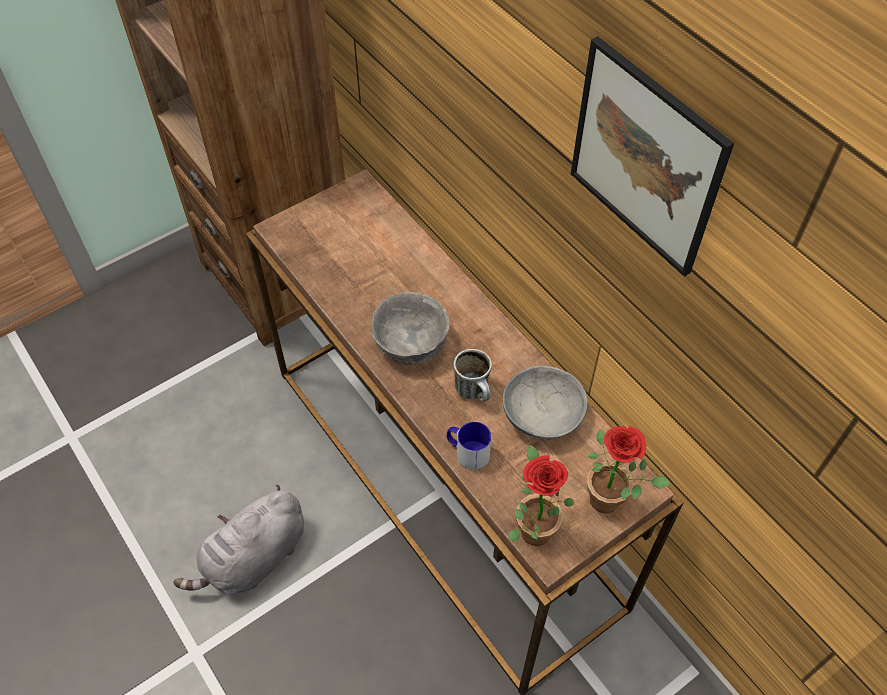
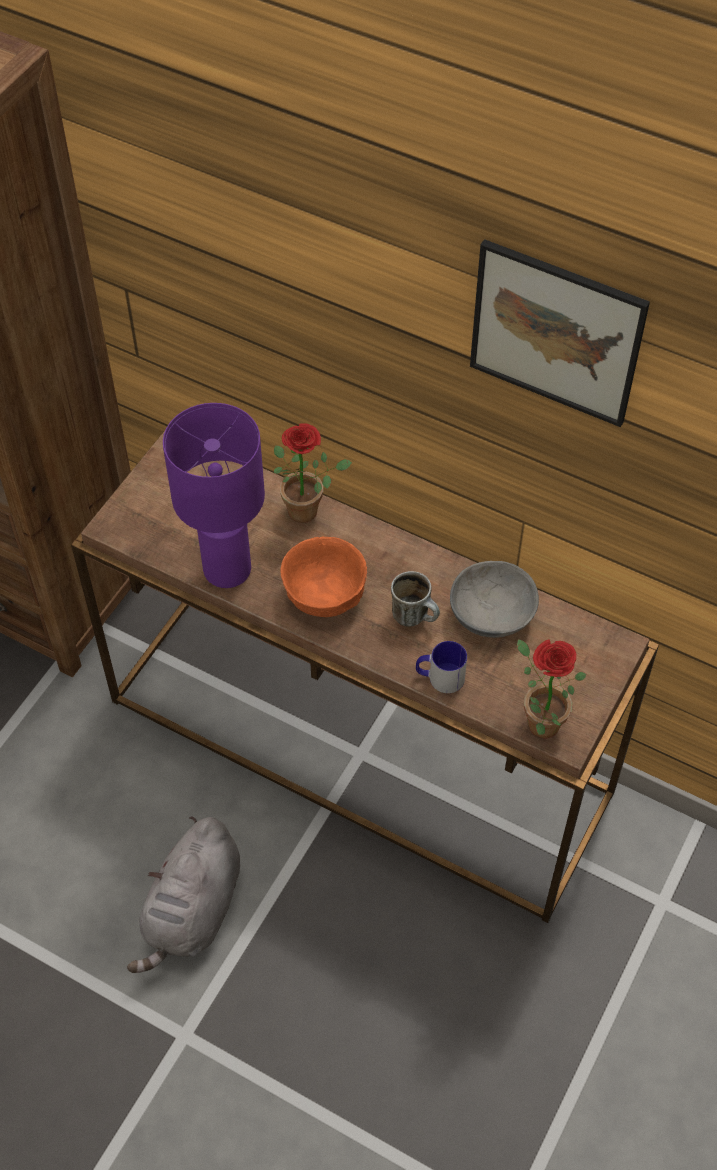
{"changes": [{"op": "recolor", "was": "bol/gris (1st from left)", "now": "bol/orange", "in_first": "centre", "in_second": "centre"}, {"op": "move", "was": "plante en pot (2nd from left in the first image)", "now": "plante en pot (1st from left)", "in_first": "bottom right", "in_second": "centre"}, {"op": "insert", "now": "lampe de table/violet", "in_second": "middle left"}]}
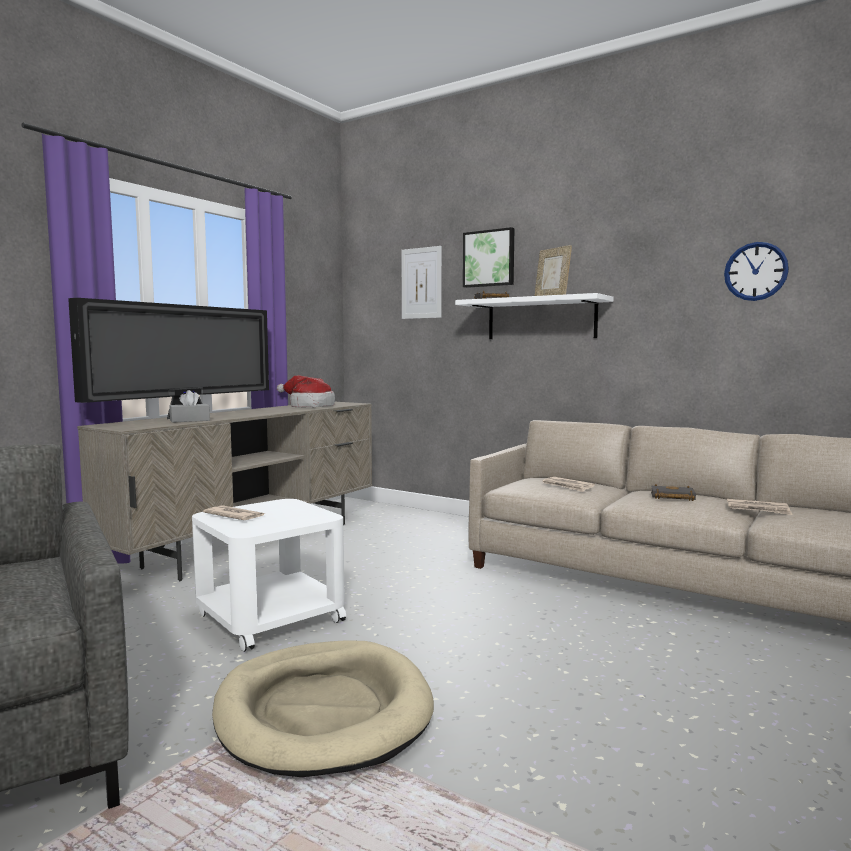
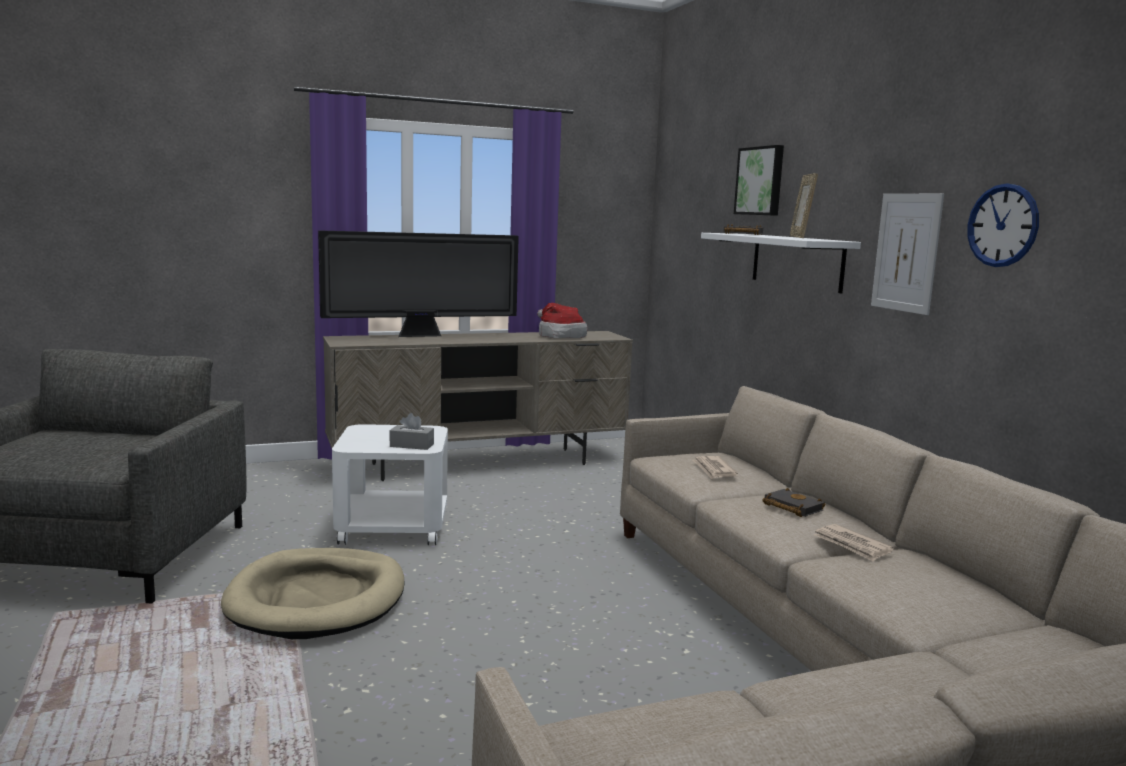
{"changes": [{"op": "move", "was": "boîte à mouchoirs/gris", "in_first": "middle left", "in_second": "centre"}, {"op": "delete", "was": "journal (1st from left)", "in_first": "middle left"}, {"op": "move", "was": "tableau (1st from left in the first image)", "now": "tableau (2nd from left)", "in_first": "top centre", "in_second": "top right"}]}
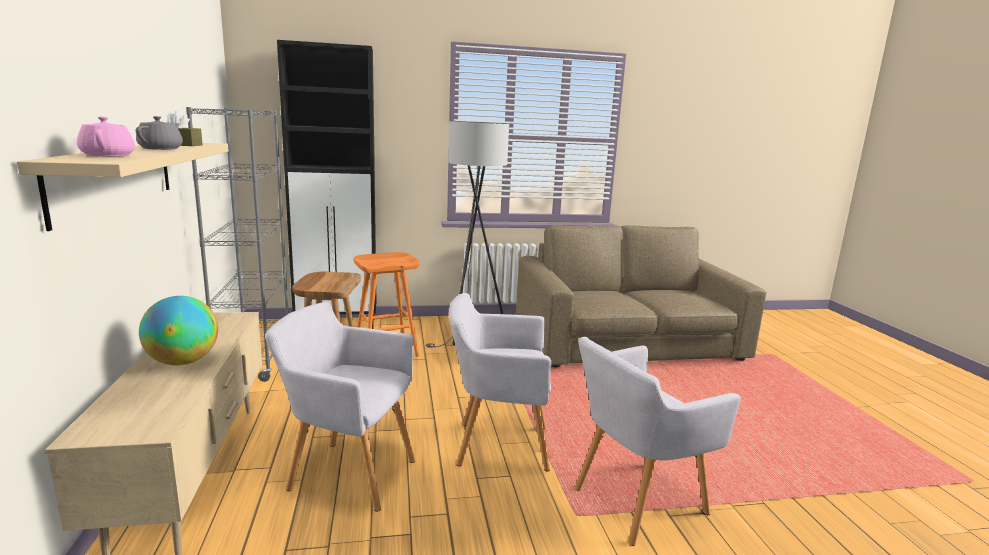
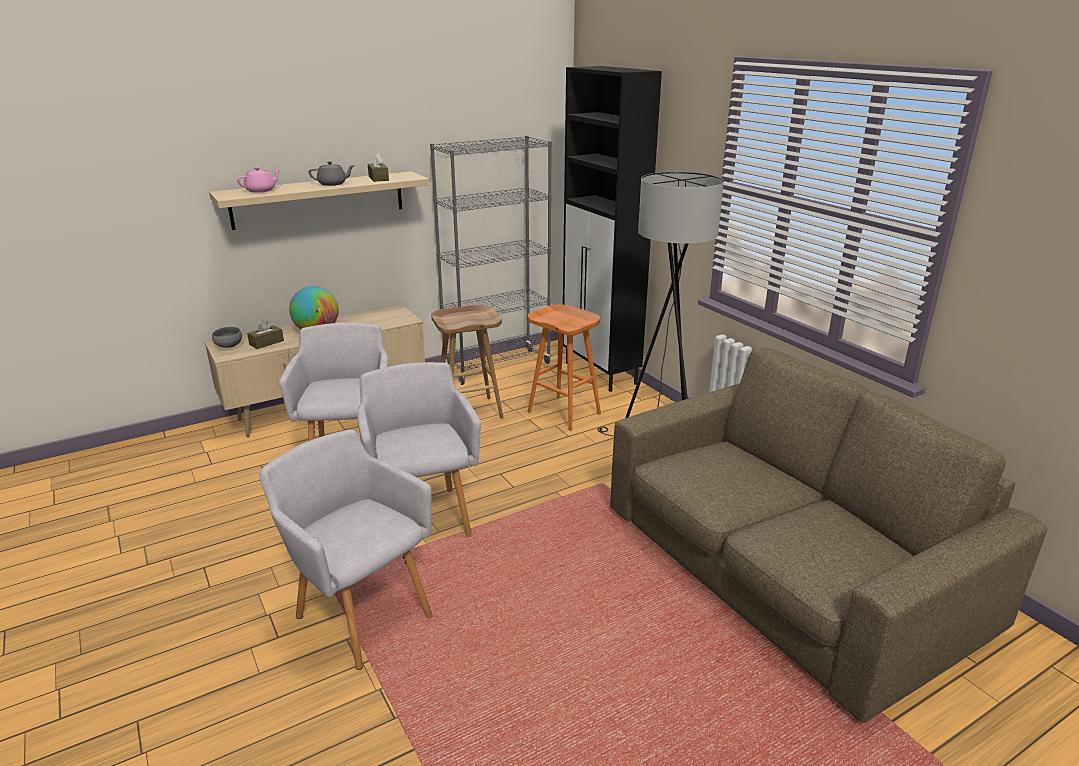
{"changes": [{"op": "insert", "now": "bol/gris", "in_second": "middle left"}, {"op": "insert", "now": "boîte à mouchoirs/marron (1st from left)", "in_second": "middle left"}]}
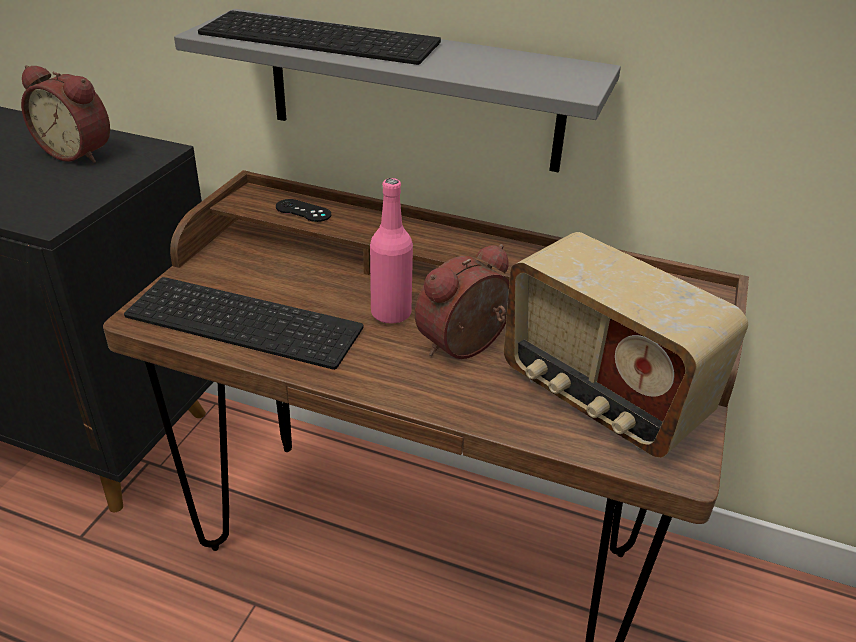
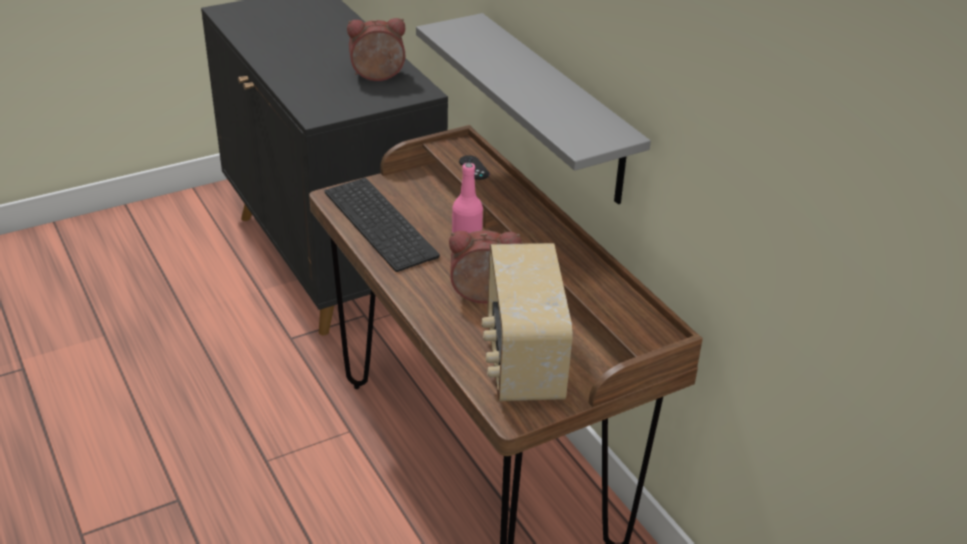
{"changes": [{"op": "rotate", "was": "réveil (1st from left)", "in_first": "top left", "in_second": "top centre", "clockwise": 105}, {"op": "delete", "was": "clavier (2nd from left)", "in_first": "top centre"}]}
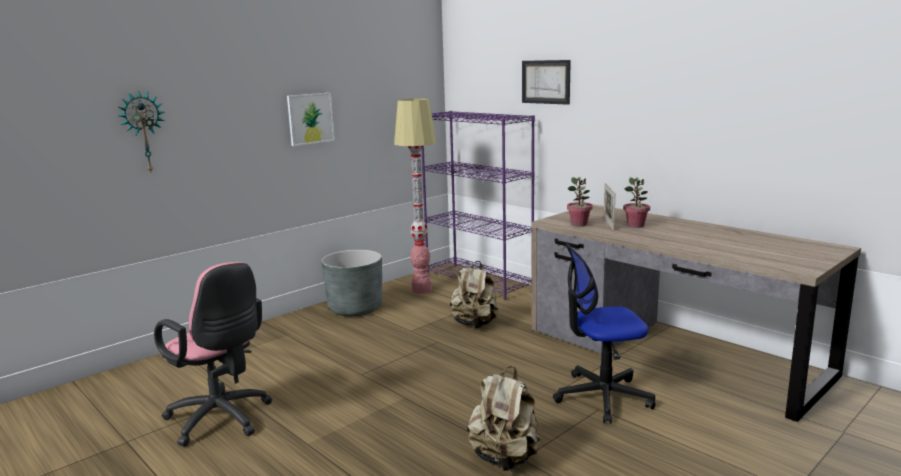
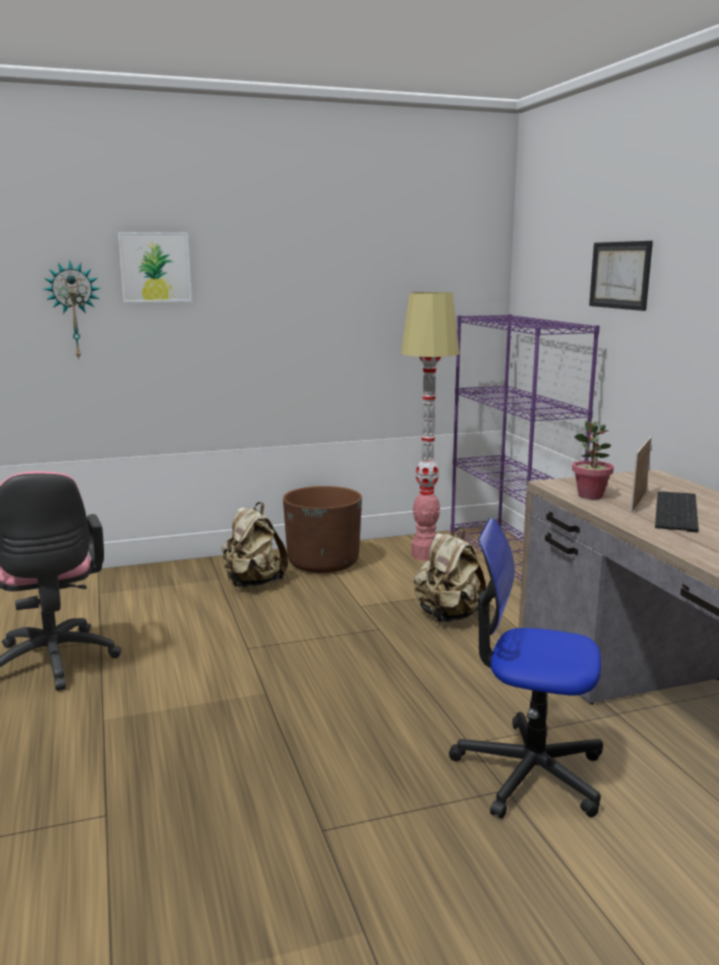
{"changes": [{"op": "move", "was": "tableau (1st from left)", "in_first": "top centre", "in_second": "top left"}, {"op": "recolor", "was": "cache-pot/gris", "now": "cache-pot/marron", "in_first": "centre", "in_second": "centre"}, {"op": "move", "was": "sac à dos/beige (2nd from left in the first image)", "now": "sac à dos/beige (1st from left)", "in_first": "bottom centre", "in_second": "centre"}, {"op": "replace", "was": "plante en pot (2nd from left)", "now": "clavier", "in_first": "middle right", "in_second": "middle right"}]}
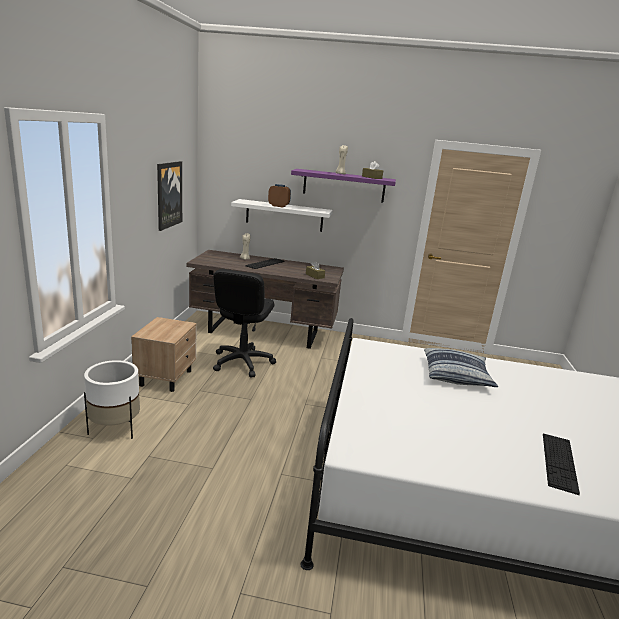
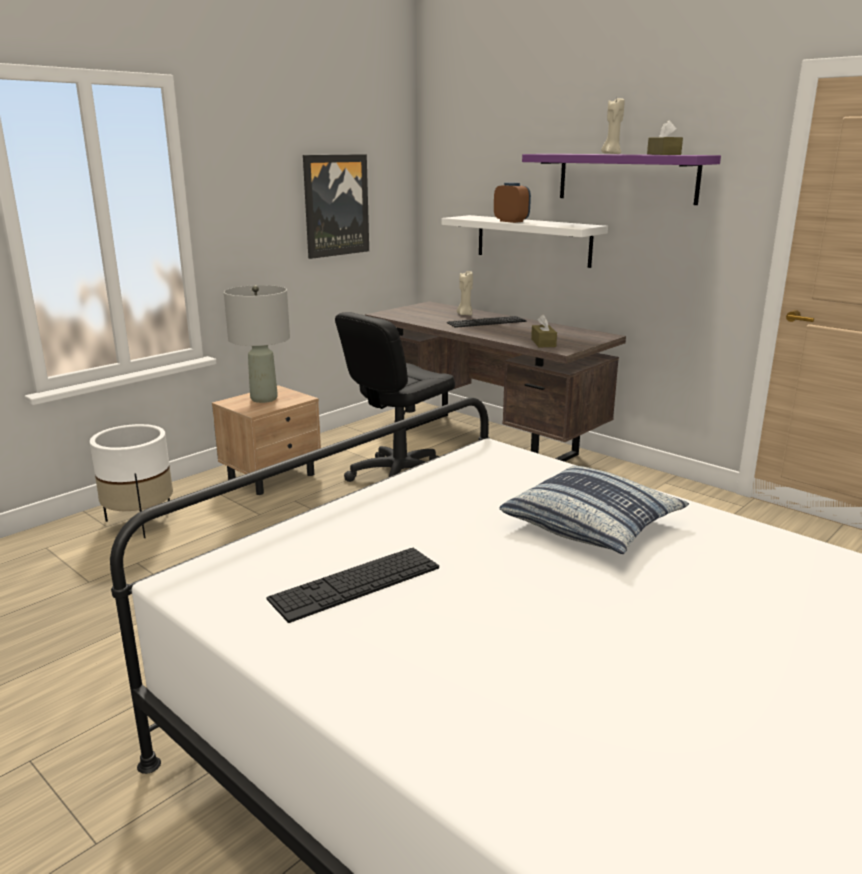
{"changes": [{"op": "move", "was": "clavier (2nd from left in the first image)", "now": "clavier (1st from left)", "in_first": "bottom right", "in_second": "bottom centre"}, {"op": "insert", "now": "lampe de table/gris", "in_second": "middle left"}]}
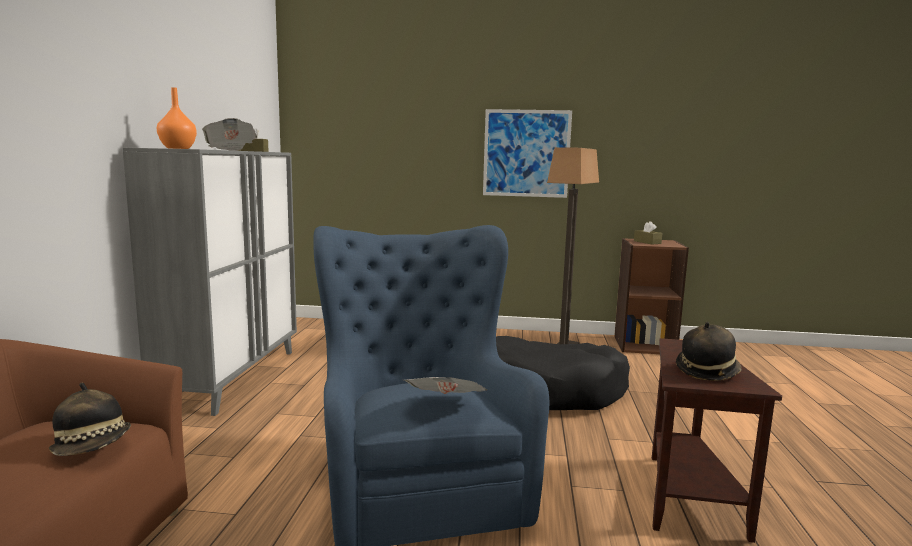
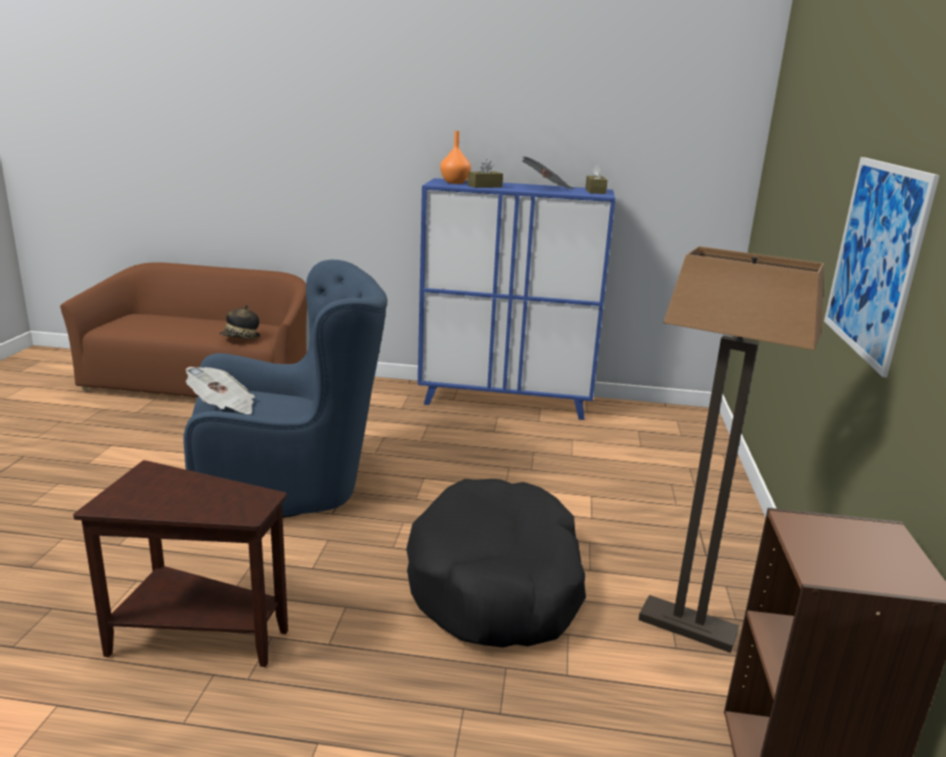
{"changes": [{"op": "recolor", "was": "meuble de rangement/gris", "now": "meuble de rangement/bleu", "in_first": "middle left", "in_second": "centre"}, {"op": "move", "was": "boîte à mouchoirs/marron (2nd from left in the first image)", "now": "boîte à mouchoirs/marron (1st from left)", "in_first": "middle right", "in_second": "top centre"}, {"op": "delete", "was": "chapeau (2nd from left)", "in_first": "middle right"}]}
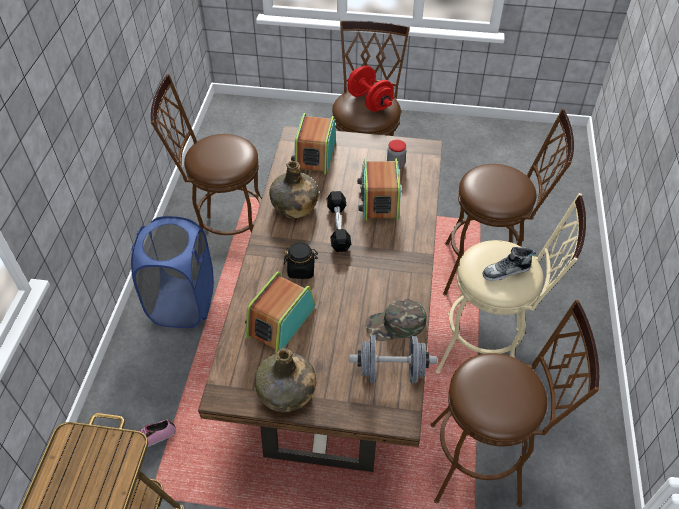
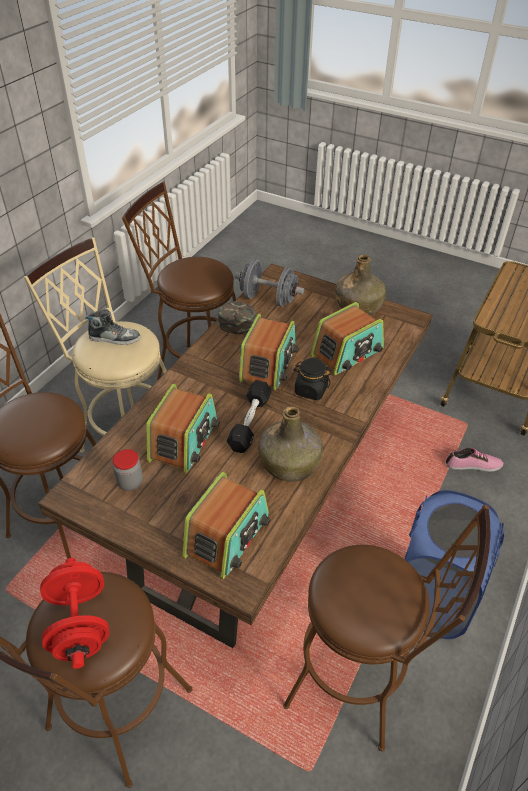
{"changes": [{"op": "insert", "now": "radio (3rd from left)", "in_second": "centre"}]}
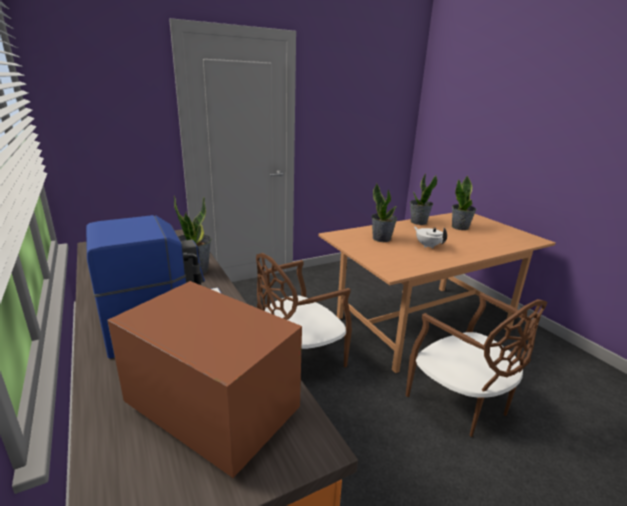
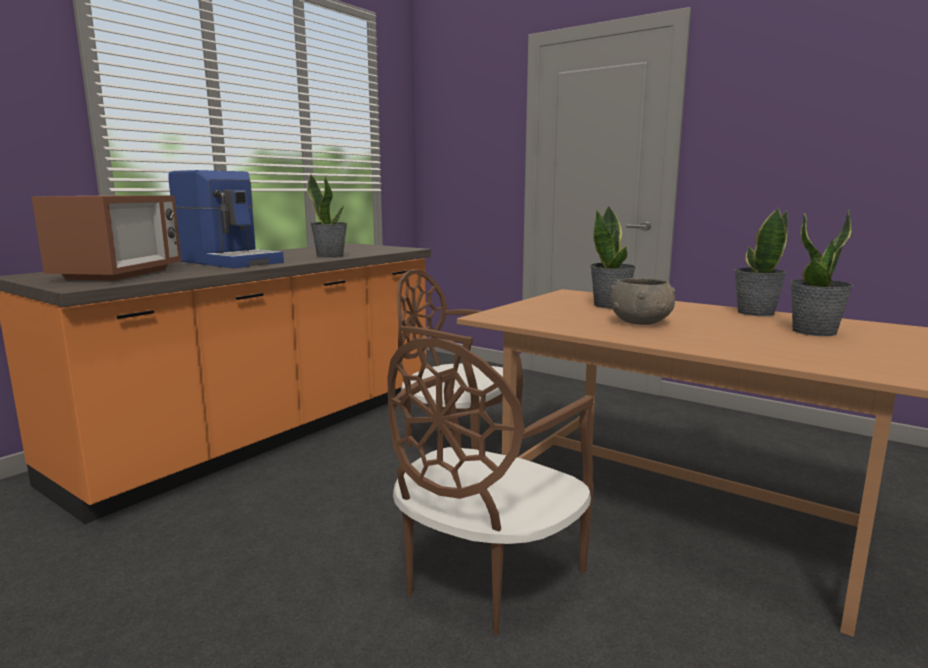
{"changes": [{"op": "replace", "was": "théière/blanc", "now": "bol/gris", "in_first": "middle right", "in_second": "middle right"}]}
